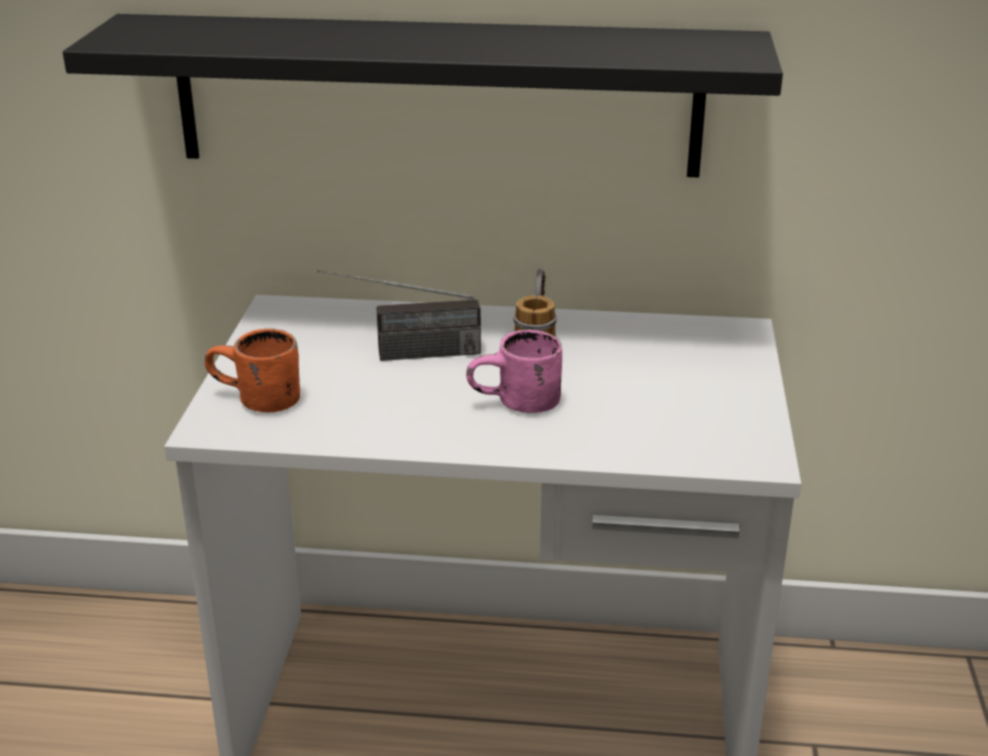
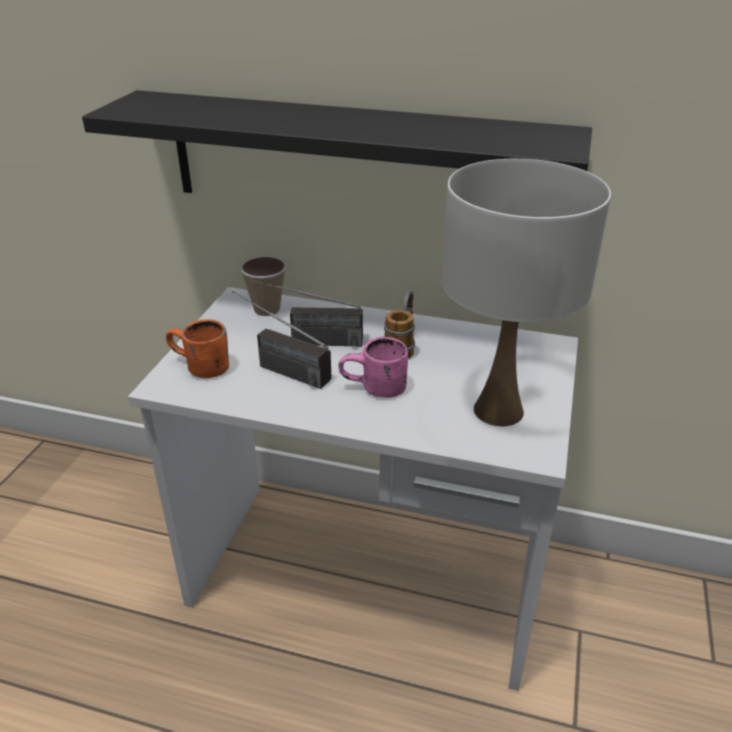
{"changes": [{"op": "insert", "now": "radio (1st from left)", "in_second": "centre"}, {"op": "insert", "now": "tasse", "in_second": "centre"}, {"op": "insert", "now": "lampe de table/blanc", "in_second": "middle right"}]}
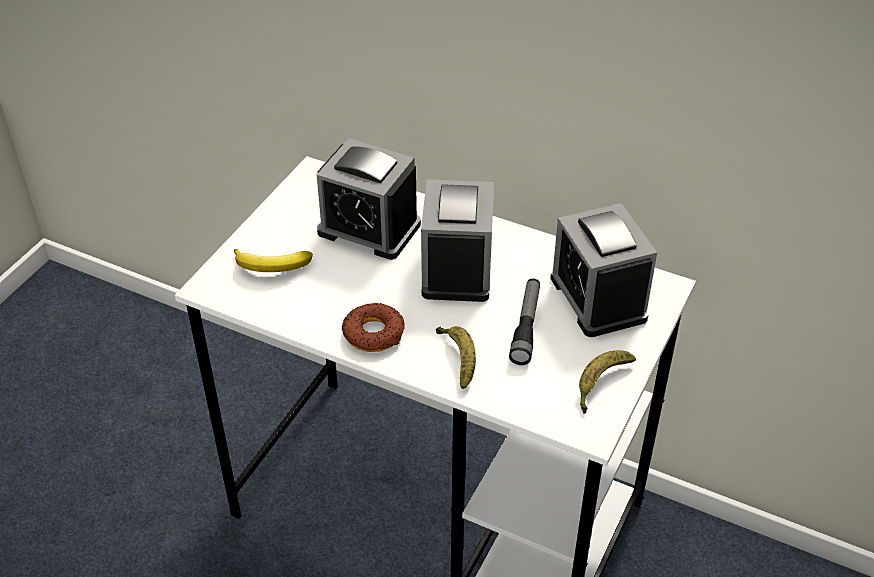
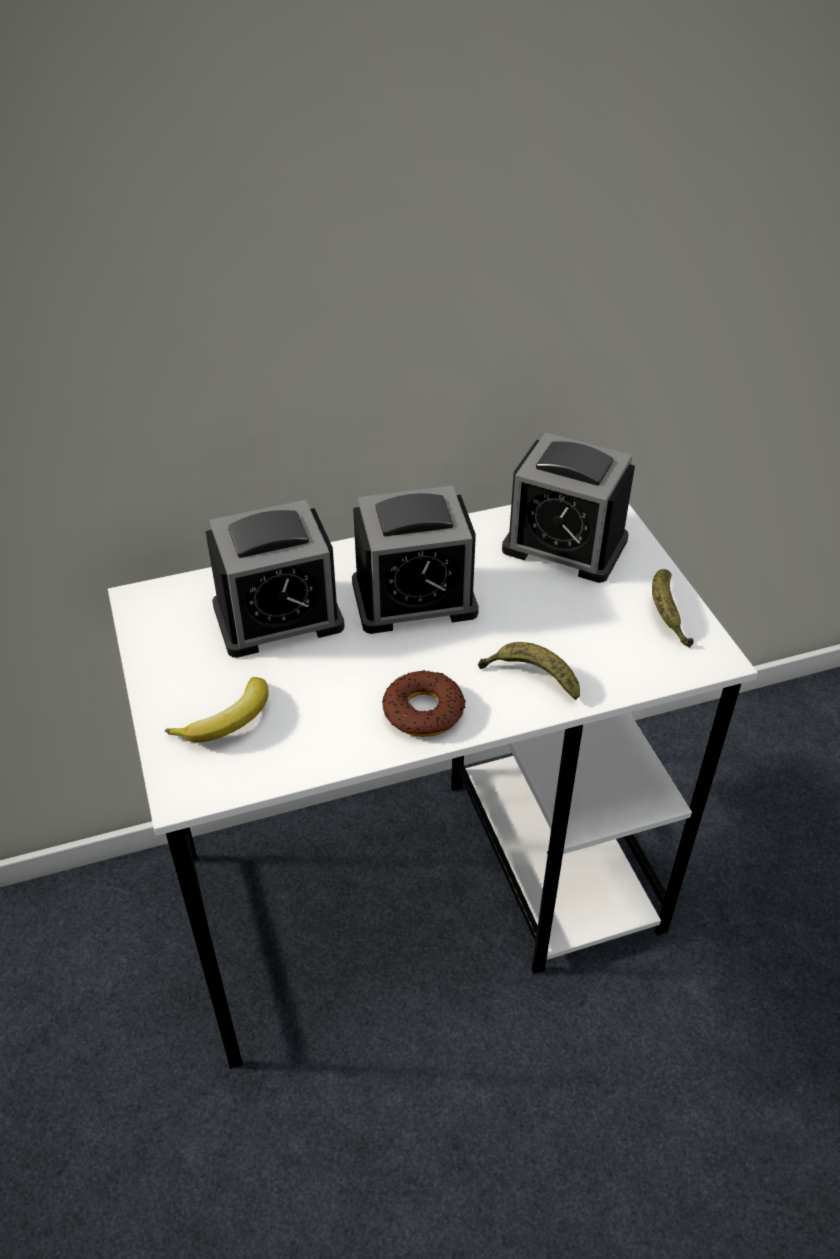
{"changes": [{"op": "rotate", "was": "réveil (2nd from left)", "in_first": "centre", "in_second": "centre", "clockwise": 120}, {"op": "delete", "was": "lampe de poche", "in_first": "centre"}]}
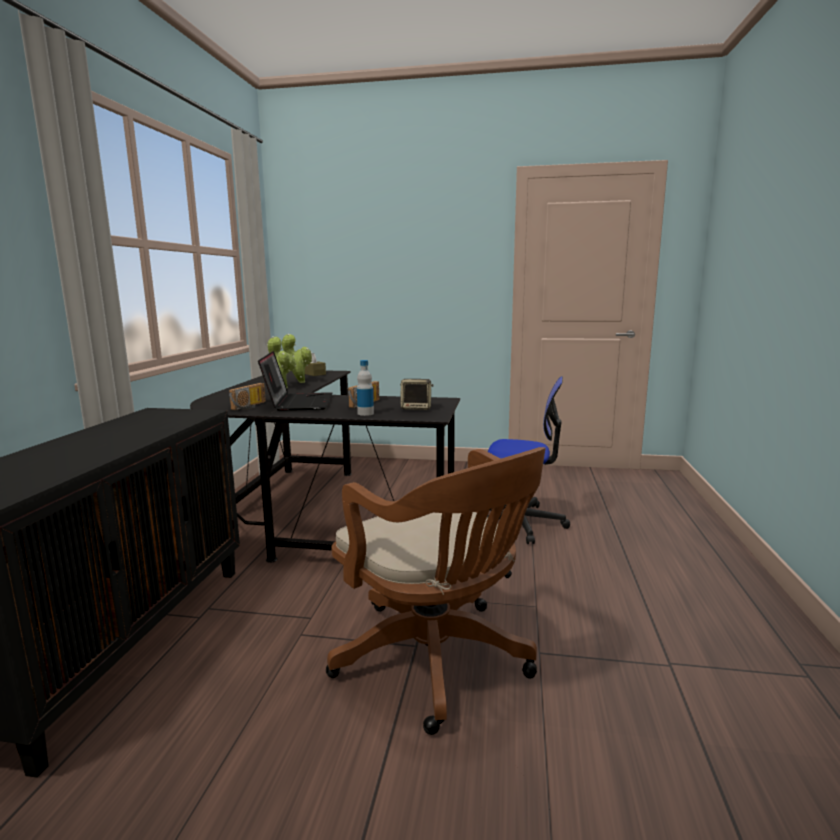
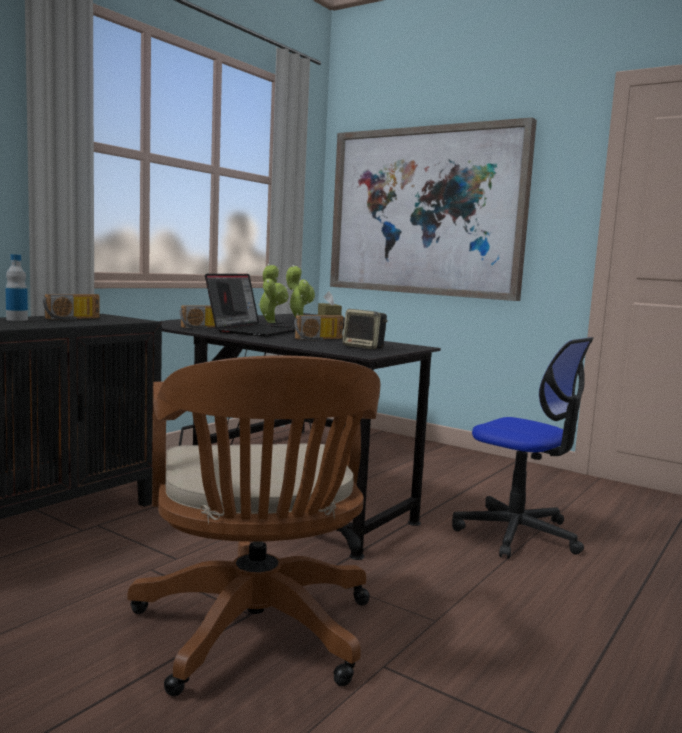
{"changes": [{"op": "move", "was": "bouteille", "in_first": "centre", "in_second": "middle left"}, {"op": "insert", "now": "radio (1st from left)", "in_second": "middle left"}, {"op": "insert", "now": "tableau", "in_second": "top centre"}]}
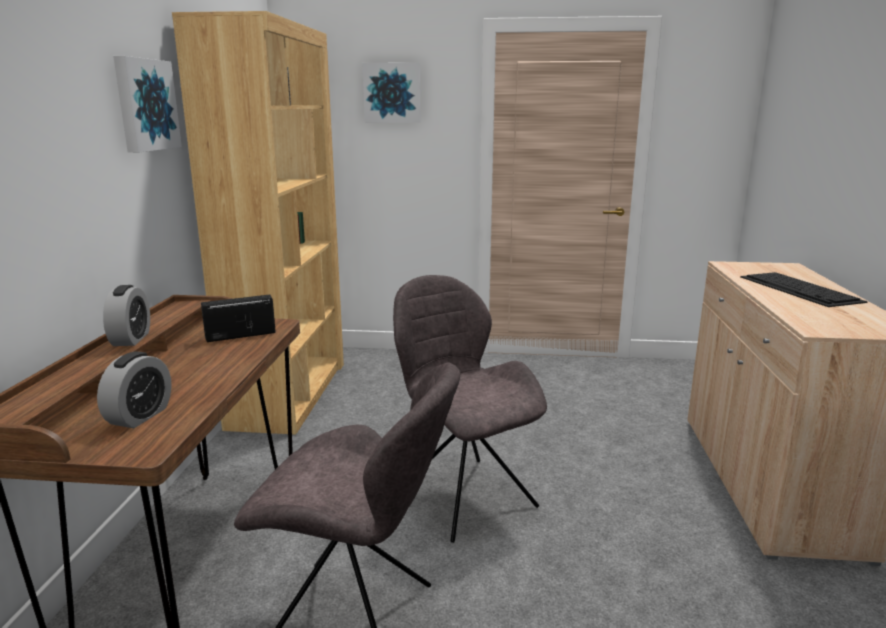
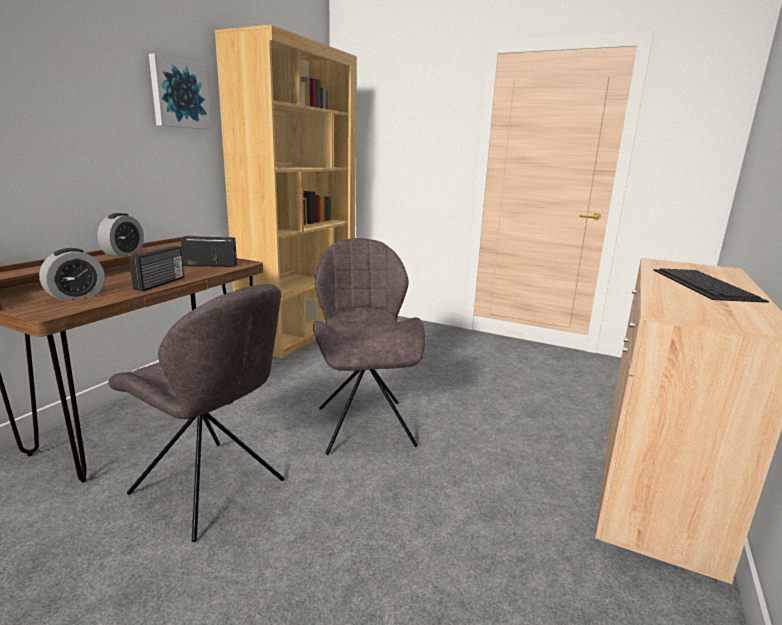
{"changes": [{"op": "delete", "was": "tableau (2nd from left)", "in_first": "top centre"}, {"op": "insert", "now": "radio (1st from left)", "in_second": "middle left"}]}
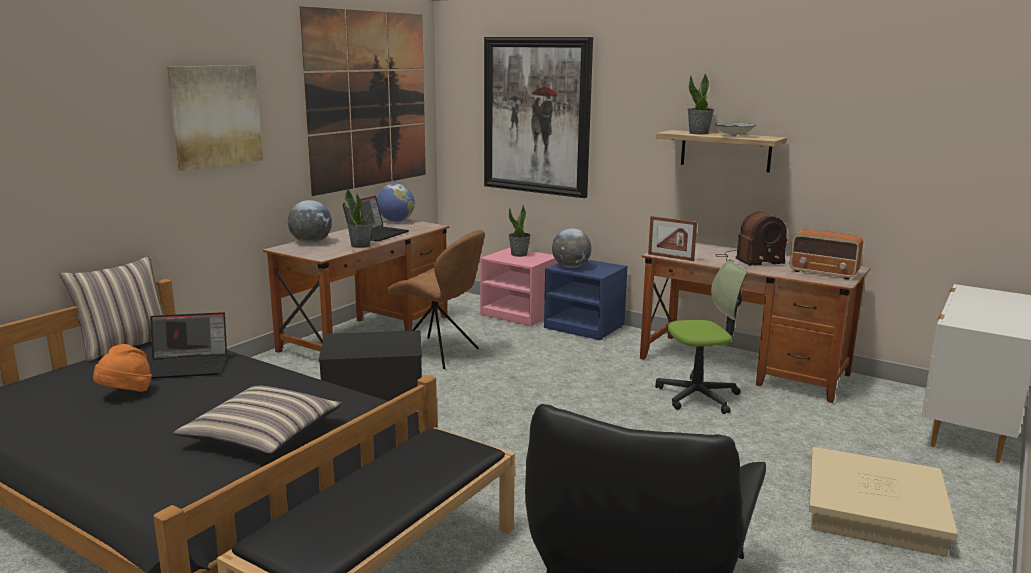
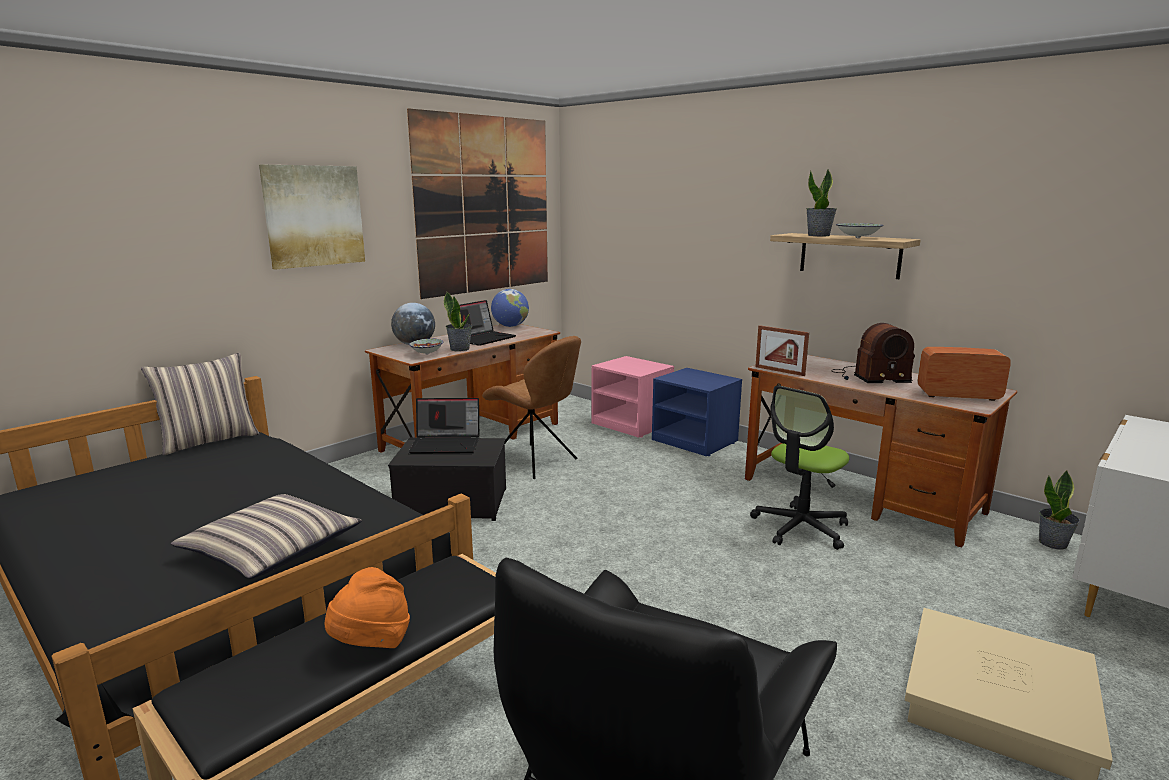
{"changes": [{"op": "move", "was": "chapeau/orange", "in_first": "middle left", "in_second": "bottom left"}, {"op": "move", "was": "ordinateur portable (1st from left)", "in_first": "middle left", "in_second": "centre"}, {"op": "delete", "was": "tableau (3rd from left)", "in_first": "top centre"}, {"op": "move", "was": "plante en pot (2nd from left in the first image)", "now": "plante en pot (3rd from left)", "in_first": "centre", "in_second": "middle right"}, {"op": "delete", "was": "globe (3rd from left)", "in_first": "centre"}, {"op": "rotate", "was": "chaise de bureau", "in_first": "middle right", "in_second": "middle right", "clockwise": 135}, {"op": "rotate", "was": "radio (2nd from left)", "in_first": "middle right", "in_second": "middle right", "clockwise": 150}, {"op": "insert", "now": "bol (1st from left)", "in_second": "centre"}]}
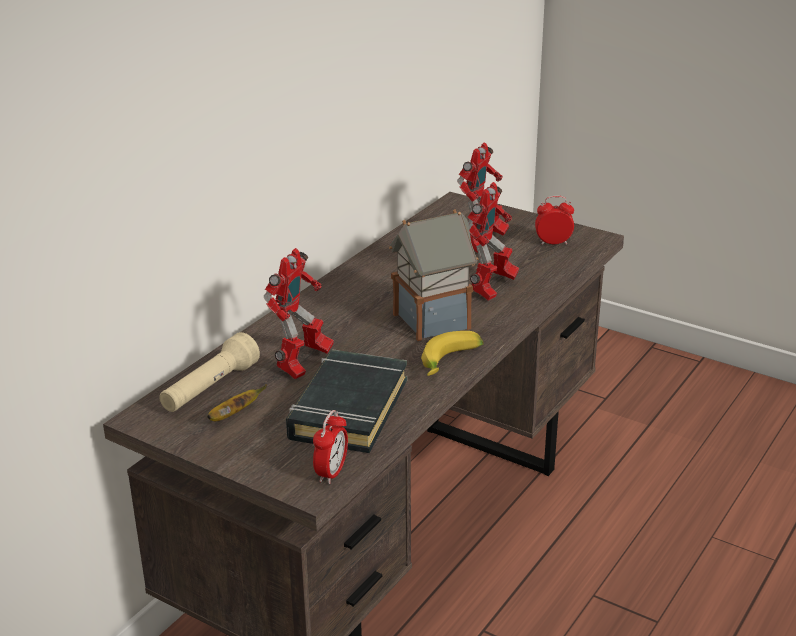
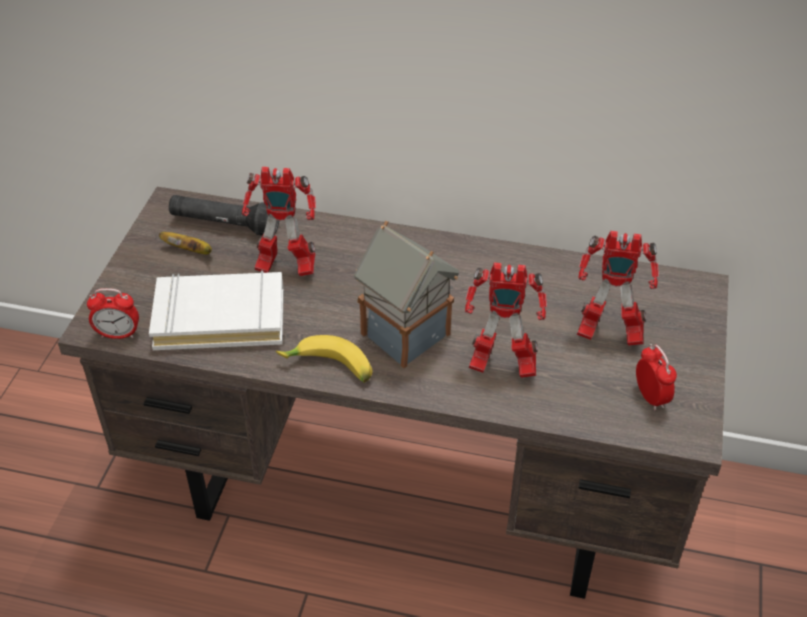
{"changes": [{"op": "recolor", "was": "lampe de poche/beige", "now": "lampe de poche/noir", "in_first": "middle left", "in_second": "middle left"}, {"op": "recolor", "was": "livre/noir", "now": "livre/blanc", "in_first": "centre", "in_second": "middle left"}]}
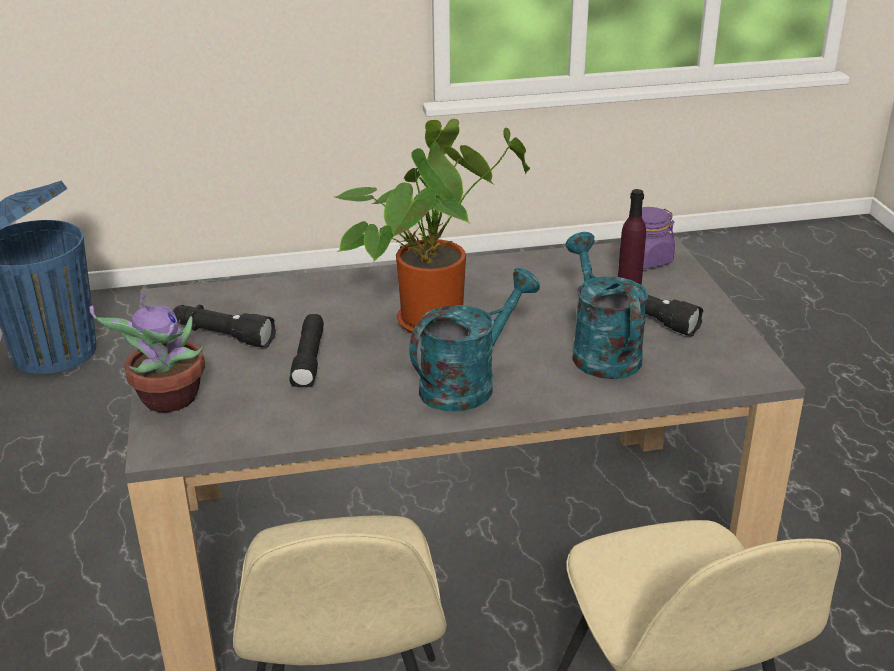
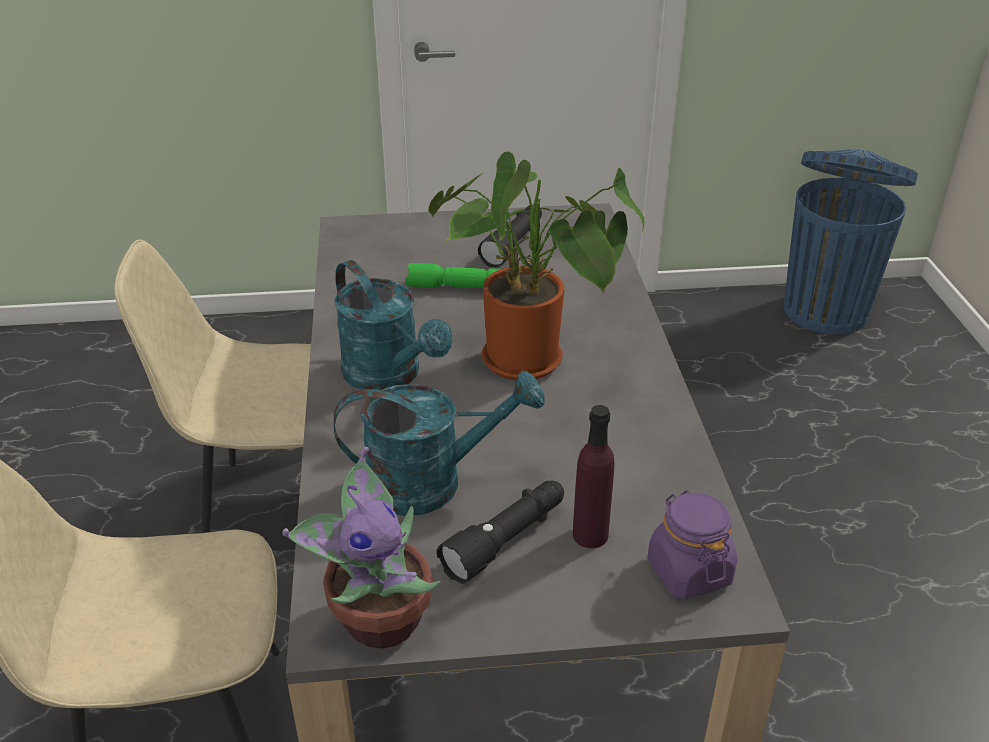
{"changes": [{"op": "move", "was": "plante en pot (1st from left)", "in_first": "middle left", "in_second": "bottom centre"}, {"op": "recolor", "was": "lampe de poche/noir (2nd from left)", "now": "lampe de poche/vert", "in_first": "centre", "in_second": "centre"}]}
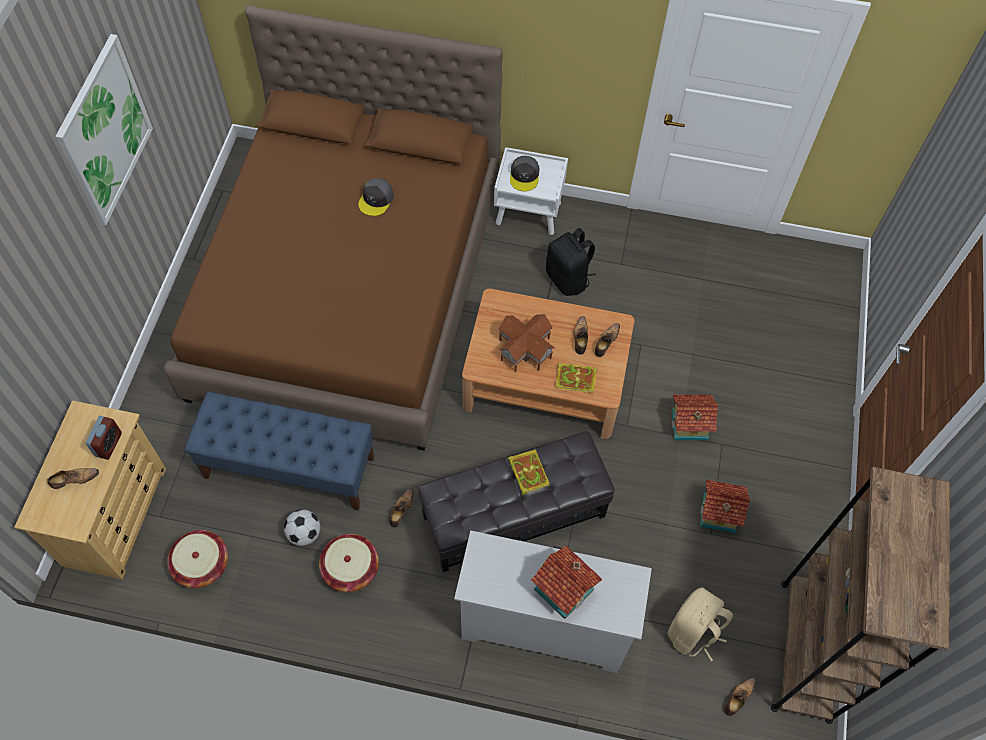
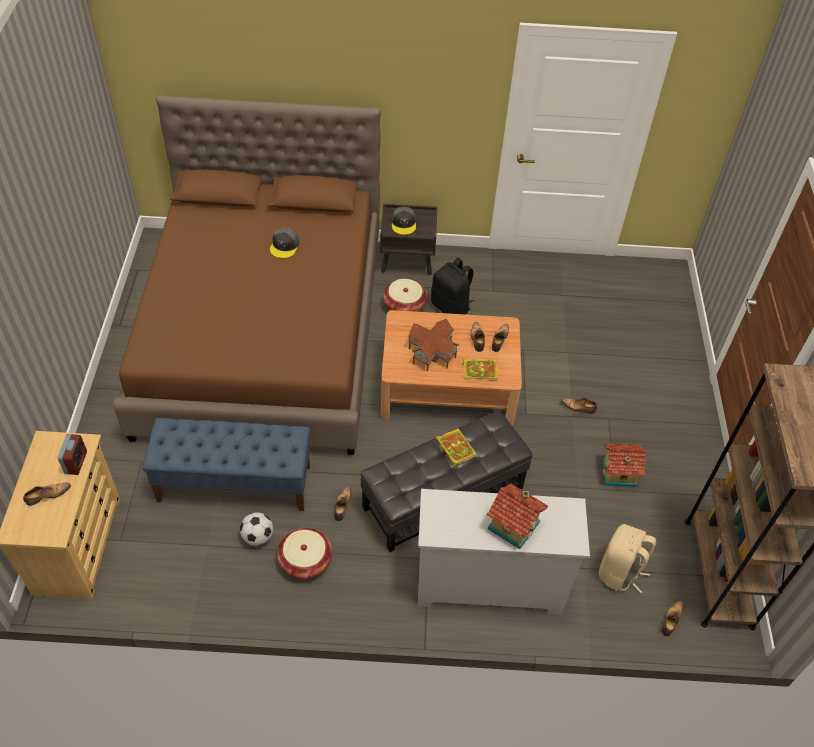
{"changes": [{"op": "delete", "was": "tableau", "in_first": "top left"}, {"op": "move", "was": "panier (1st from left in the first image)", "now": "panier (2nd from left)", "in_first": "bottom left", "in_second": "centre"}, {"op": "recolor", "was": "table de chevet/blanc", "now": "table de chevet/marron", "in_first": "top centre", "in_second": "top centre"}, {"op": "replace", "was": "maison miniature (3rd from left)", "now": "chaussure (5th from left)", "in_first": "middle right", "in_second": "middle right"}]}
